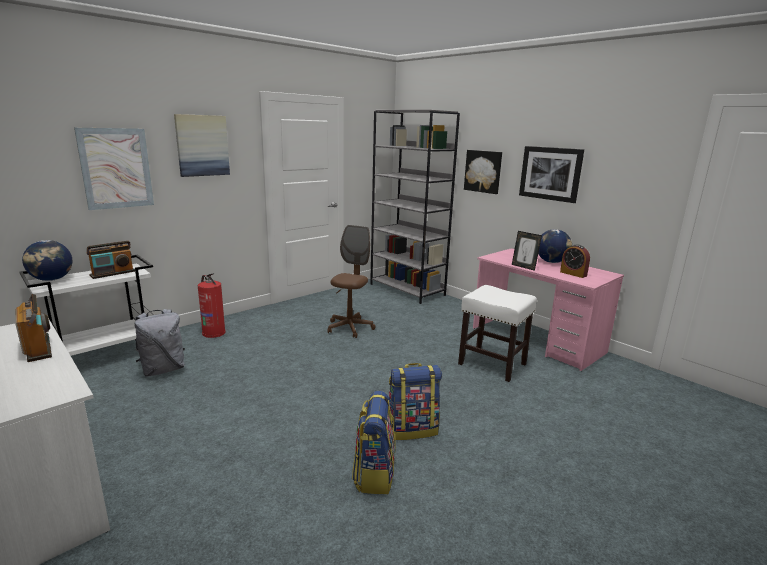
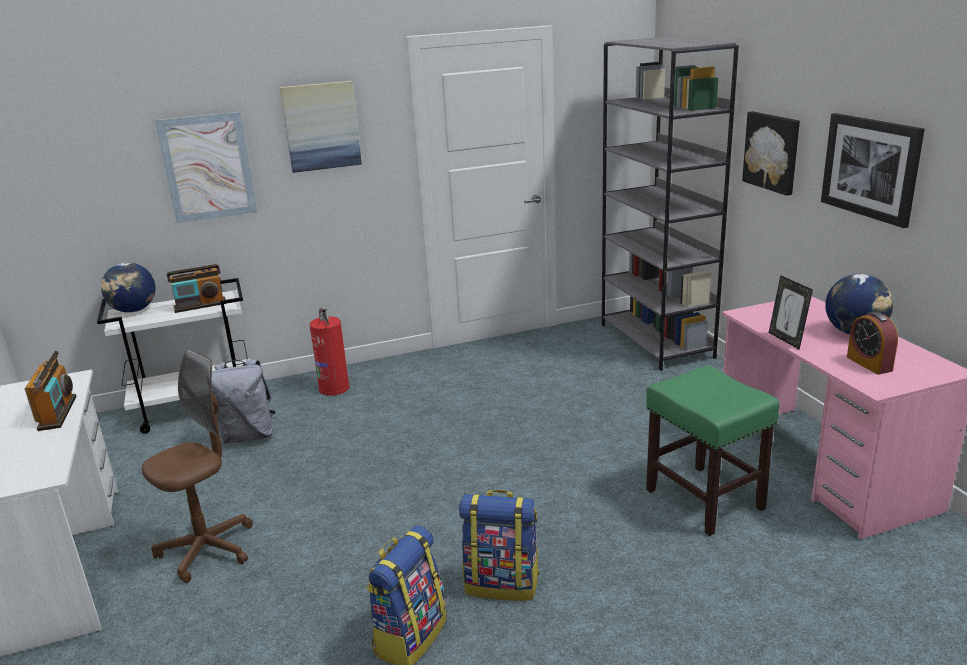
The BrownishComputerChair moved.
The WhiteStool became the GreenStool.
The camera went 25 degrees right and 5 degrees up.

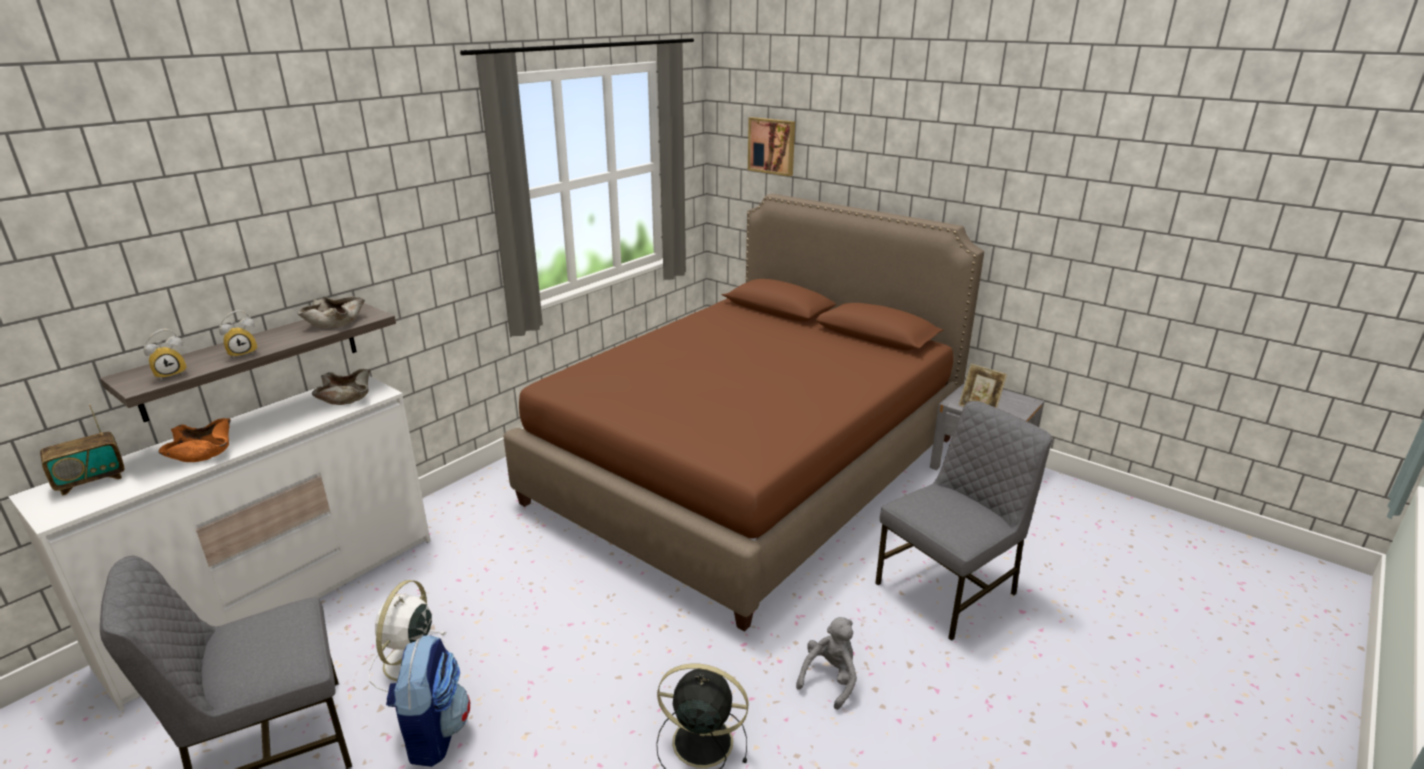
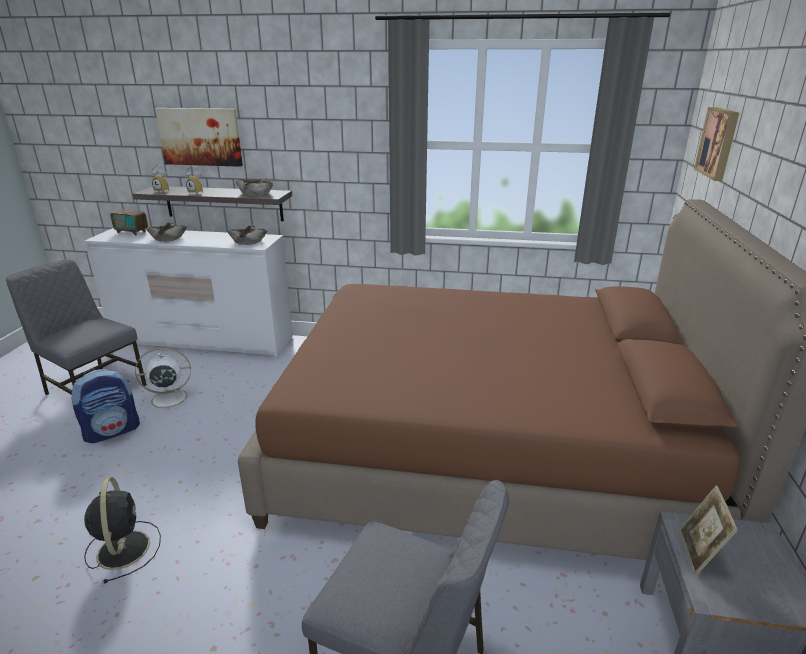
The GreyishPlushToy disappeared.
The WallPicture (1st from left) appeared.
The OrangeColouredBowl became the BeigeColouredBowl (1st from left).
The camera went 60 degrees right and 0 degrees up.

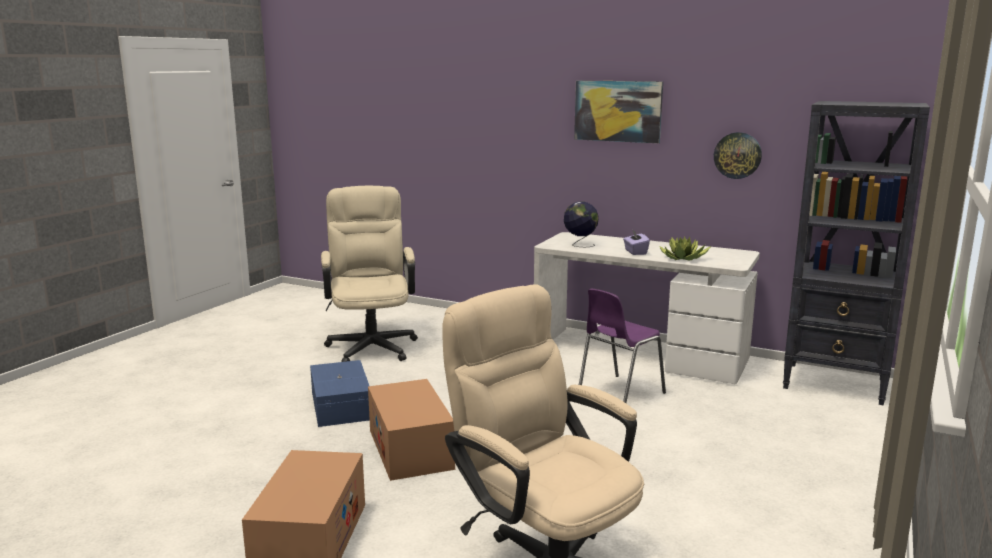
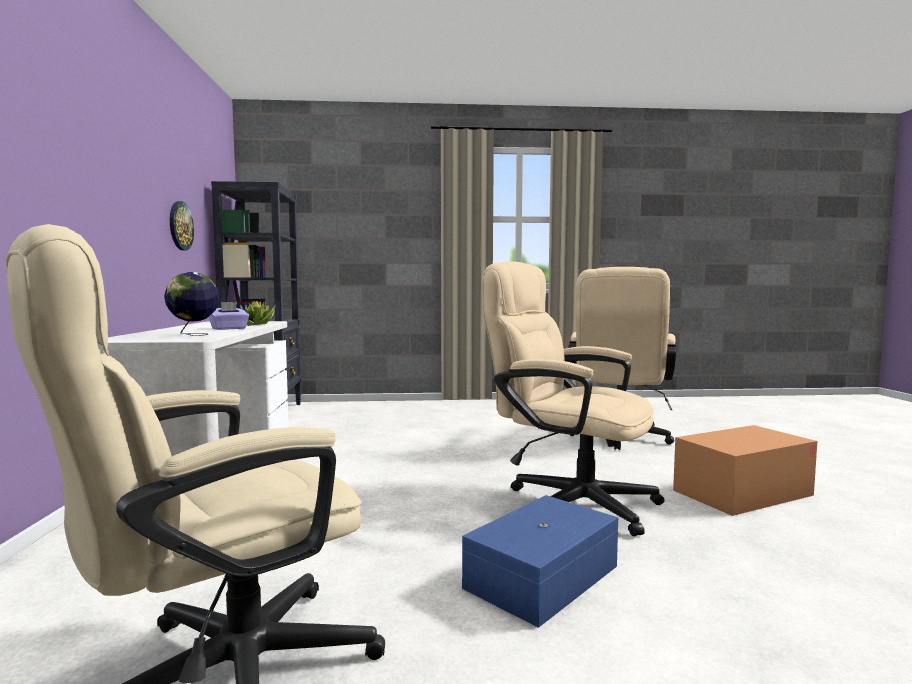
The WallPicture disappeared.
The PurplePlainChair disappeared.
The PackingBox (2nd from left) was replaced by the BeigeColouredComputerChair (2nd from left).
The camera went 120 degrees left and 10 degrees down.

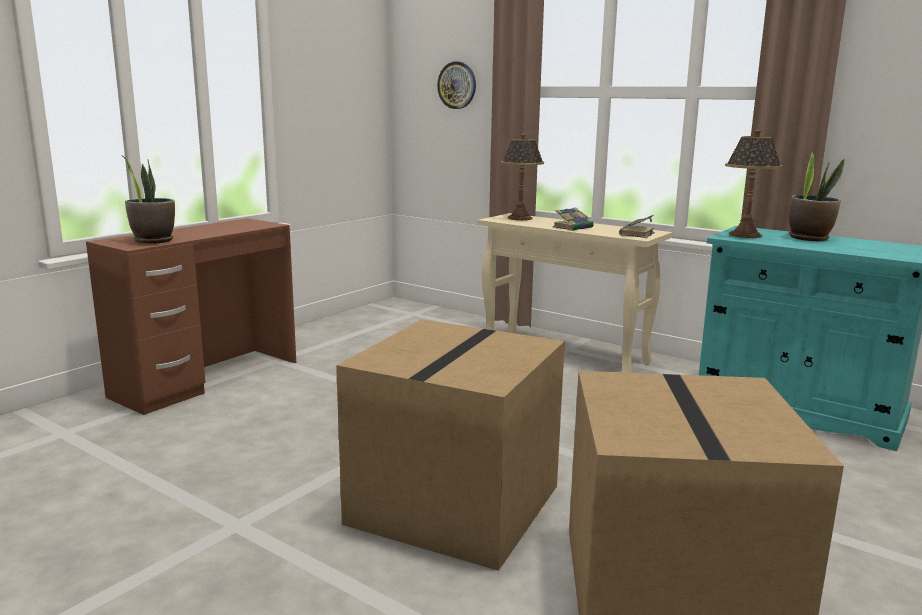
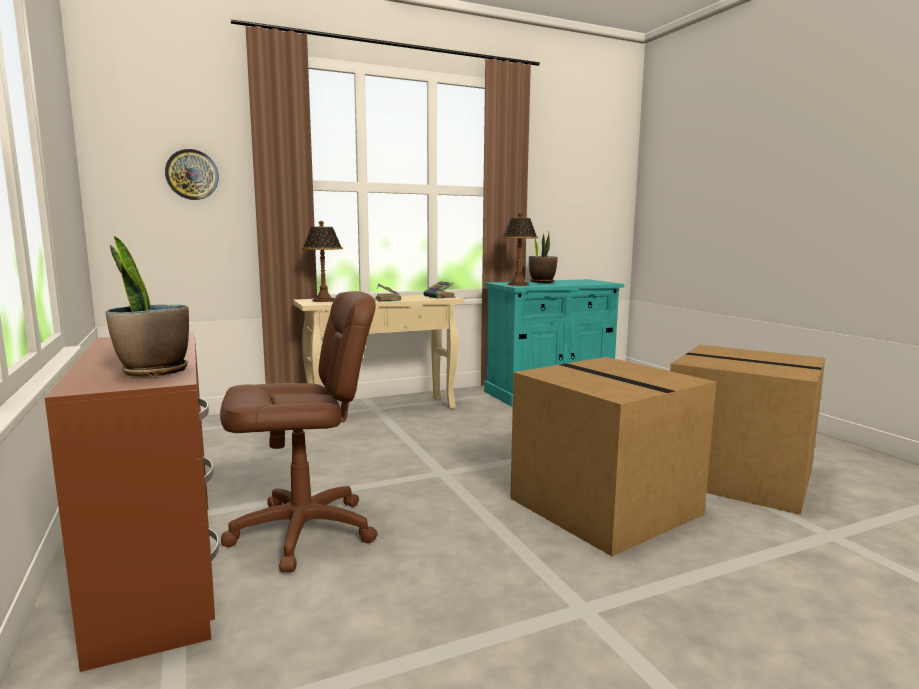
The BrownishComputerChair appeared.
The camera went 60 degrees left and 5 degrees down.

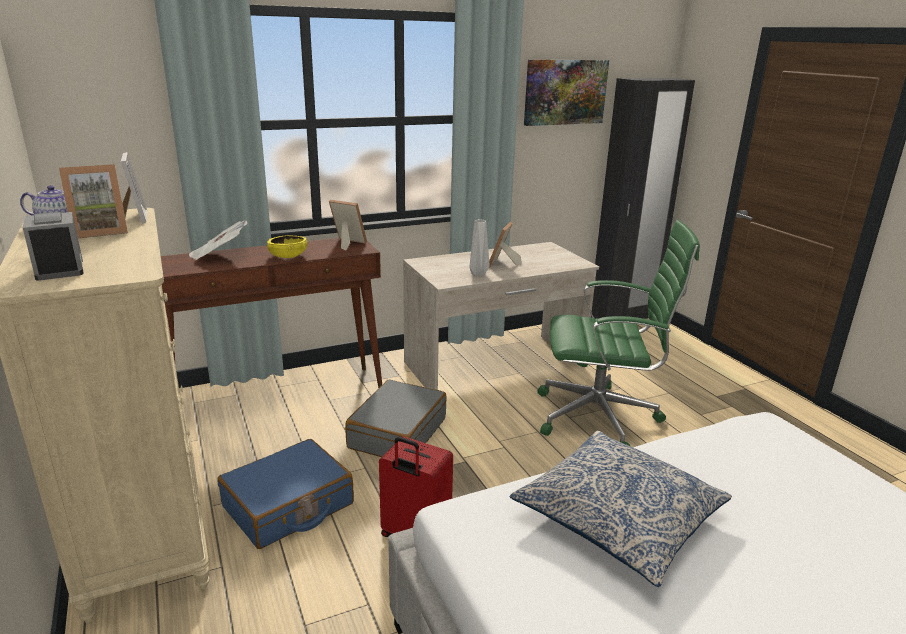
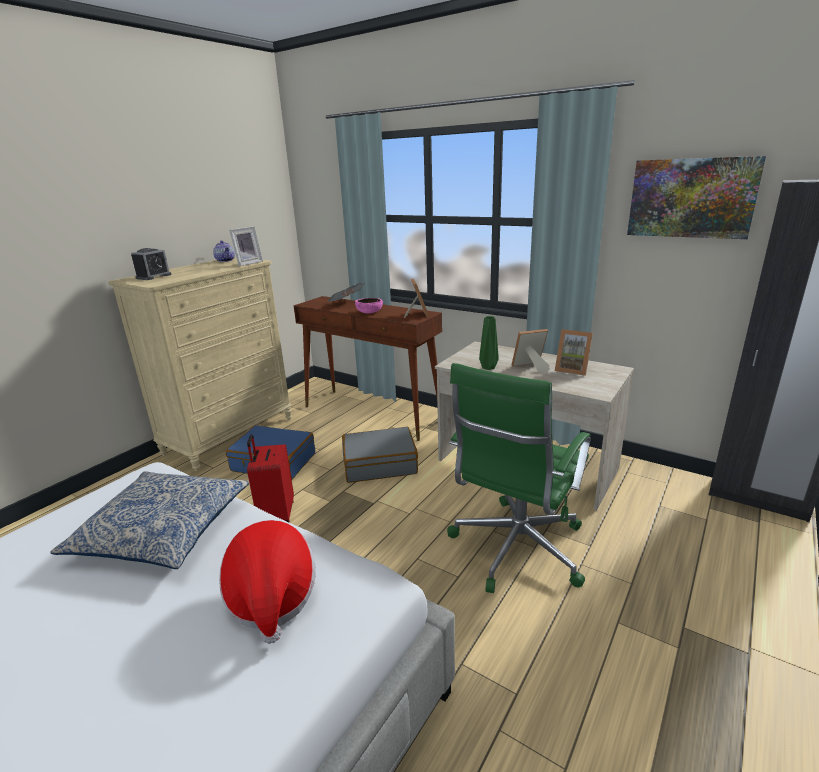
The ClothingHat appeared.
The PictureFrame (1st from left in the first image) moved.
The YellowBowl became the PinkColouredBowl.
The GreyishDecorativeVase became the GreenDecorativeVase.
The GreenComputerChair turned 60 degrees clockwise.
The camera went 60 degrees right and 0 degrees up.

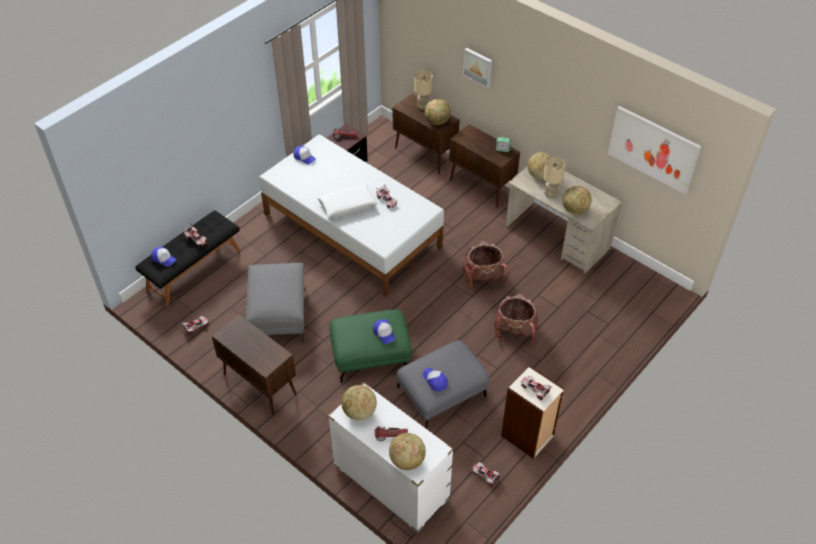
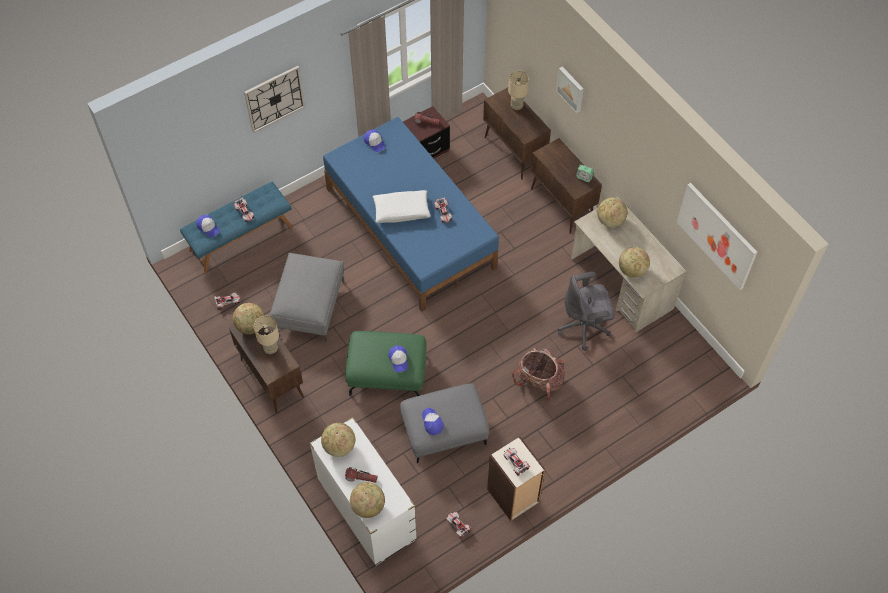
The Backpack (1st from left) disappeared.
The WallClock appeared.
The GreyishComputerChair appeared.
The DeskGlobe (3rd from left in the first image) moved.
The BeigeColouredLampForATable (2nd from left in the first image) moved.
The BlackLongSeat became the BlueColouredLongSeat.
The WhiteSleepingBed became the BlueColouredSleepingBed.
The camera went 15 degrees right and 10 degrees up.

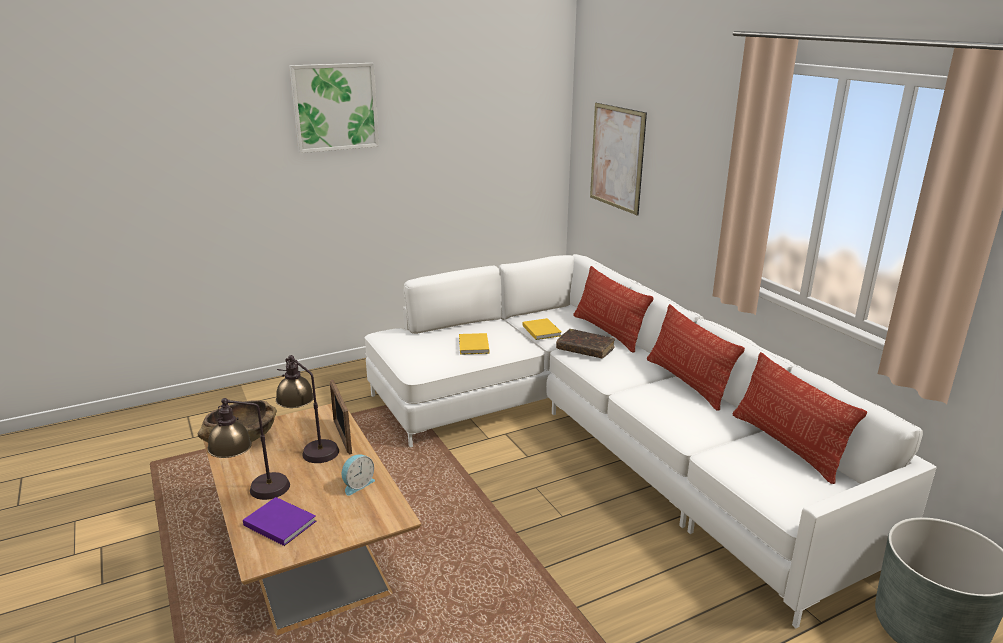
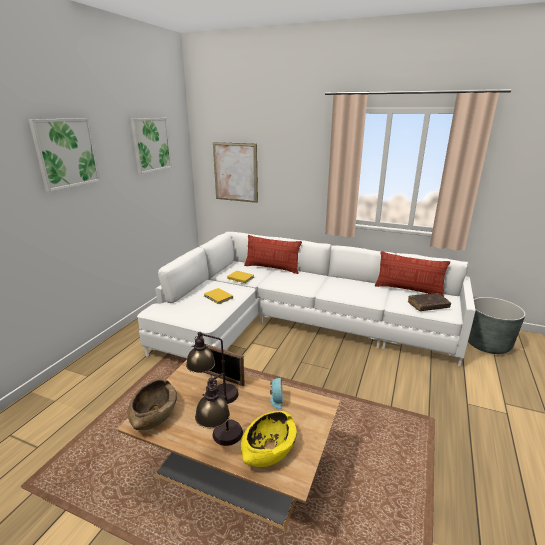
The Cushion (2nd from left) disappeared.
The WallPicture (2nd from left) appeared.
The BrownishBook moved.
The PurpleBook was replaced by the YellowBowl.
The camera went 40 degrees left and 0 degrees up.

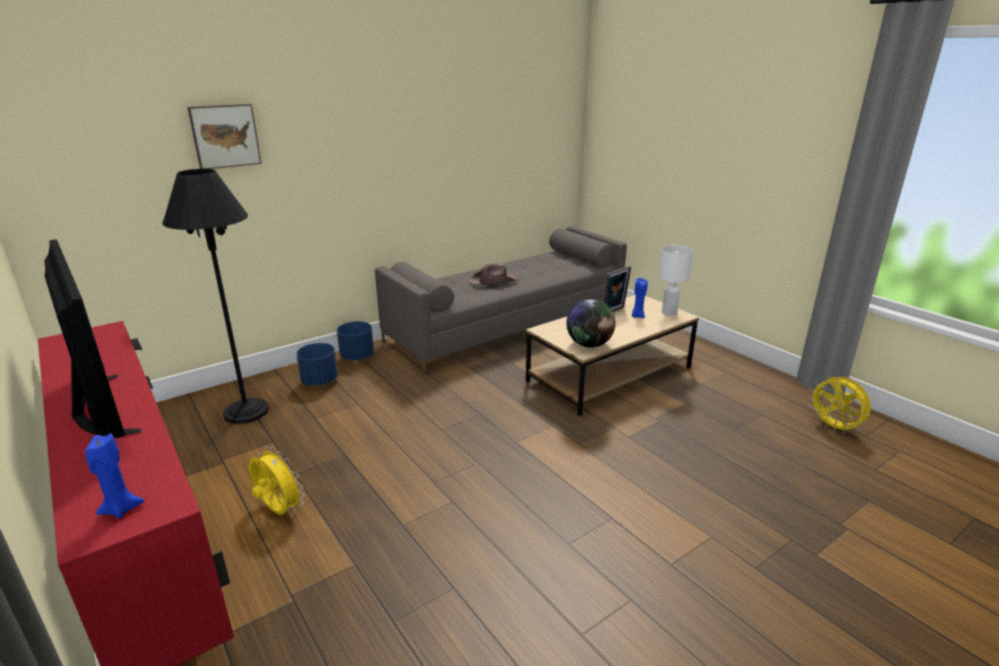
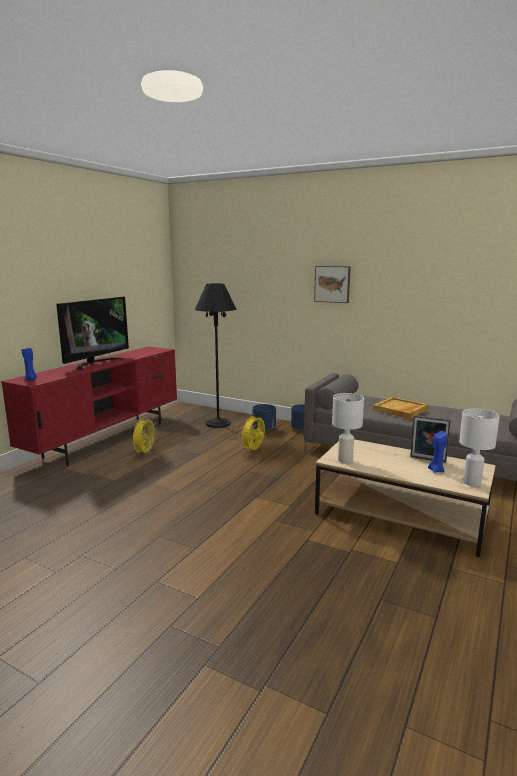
The WallPicture moved.
The YellowFan (2nd from left) moved.
The BrownishClothingHat was replaced by the BeigeColouredCarryingTray.
The DeskGlobe was replaced by the WhiteLampForATable (1st from left).
The camera went 65 degrees right and 10 degrees down.

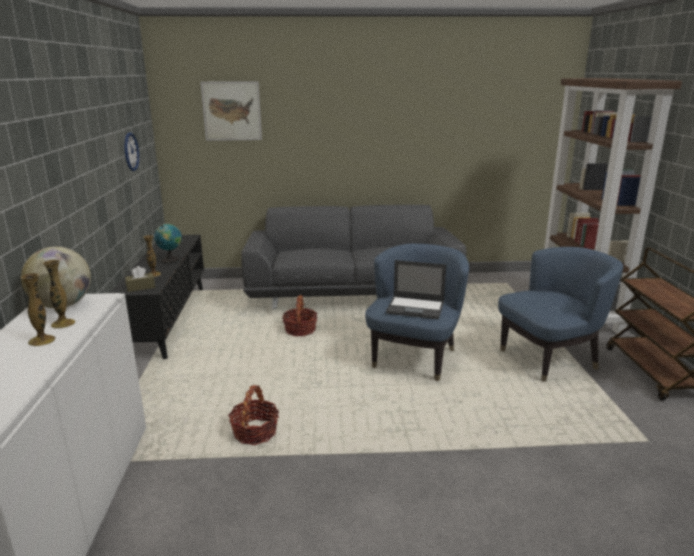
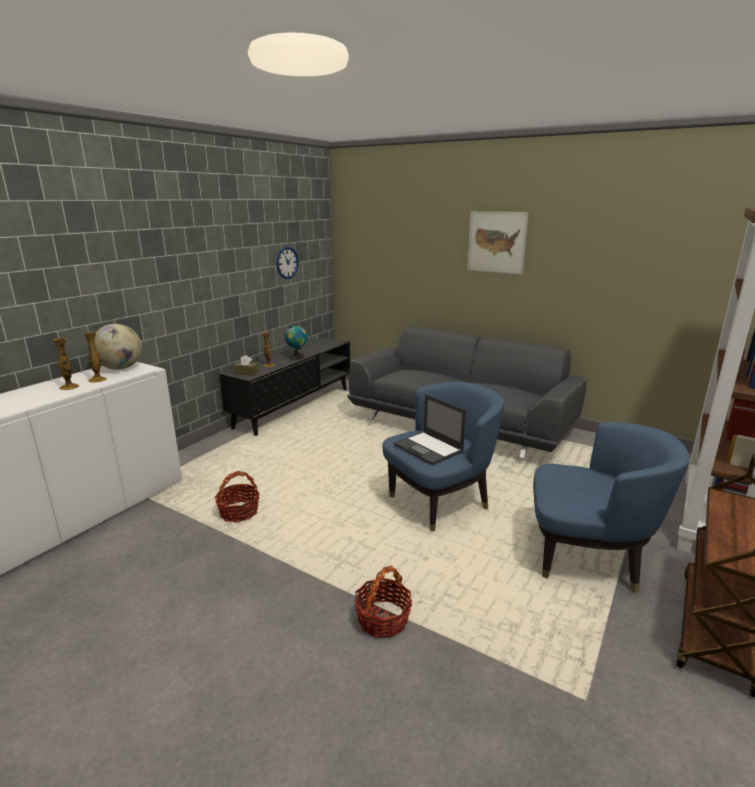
The WallPicture moved.
The Basket (2nd from left) moved.
The camera went 35 degrees right and 0 degrees up.

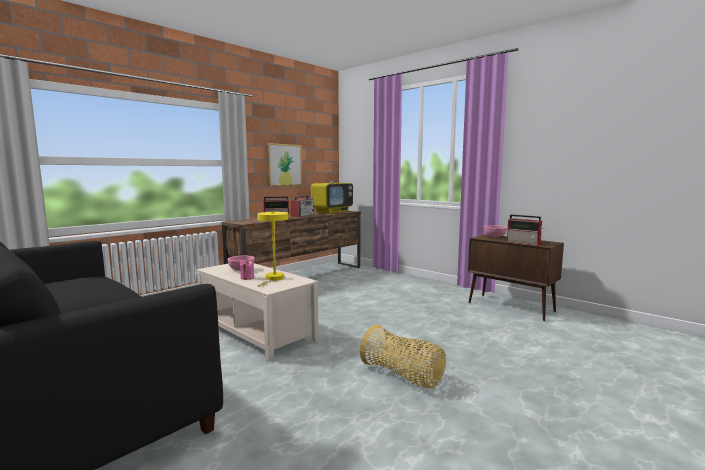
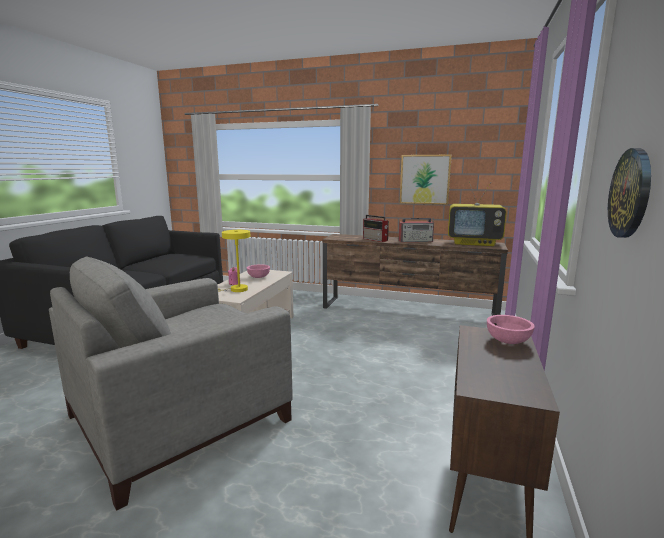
The RadioReceiver (3rd from left) disappeared.
The WallClock appeared.
The Basket was replaced by the GreyishArmchair.
The camera went 65 degrees right and 5 degrees up.

